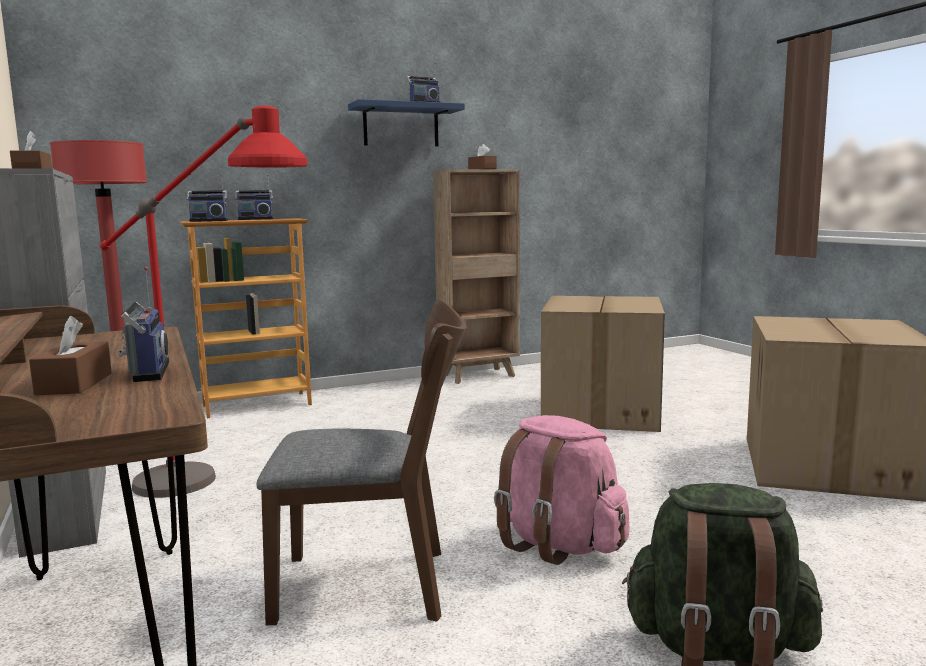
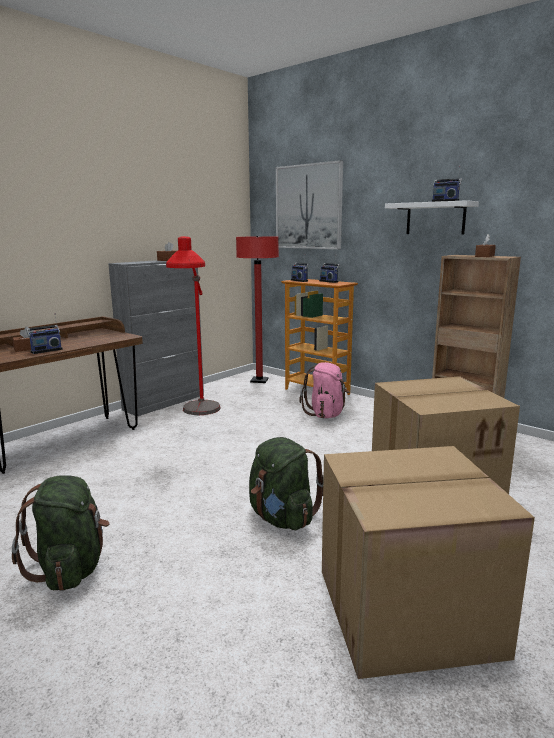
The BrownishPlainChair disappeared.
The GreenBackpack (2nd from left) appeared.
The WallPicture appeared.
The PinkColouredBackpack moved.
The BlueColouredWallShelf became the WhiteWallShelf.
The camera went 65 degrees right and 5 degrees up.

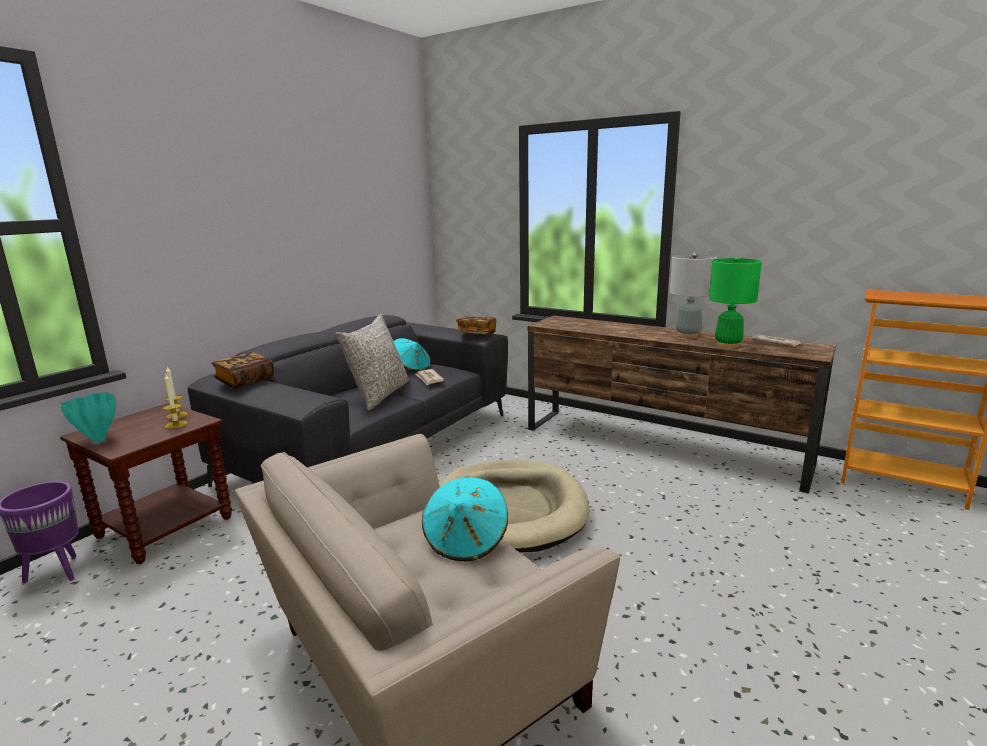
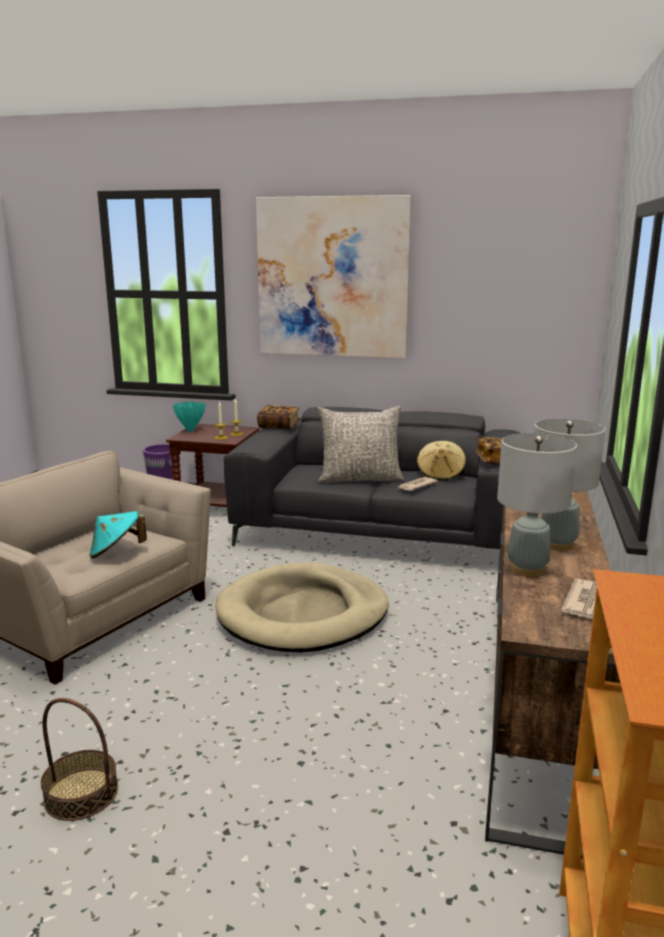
The Basket appeared.
The WallPicture appeared.
The TurquoiseClothingHat (1st from left) became the BeigeColouredClothingHat.
The GreenLampForATable became the GreyishLampForATable (1st from left).
The camera went 70 degrees right and 0 degrees up.

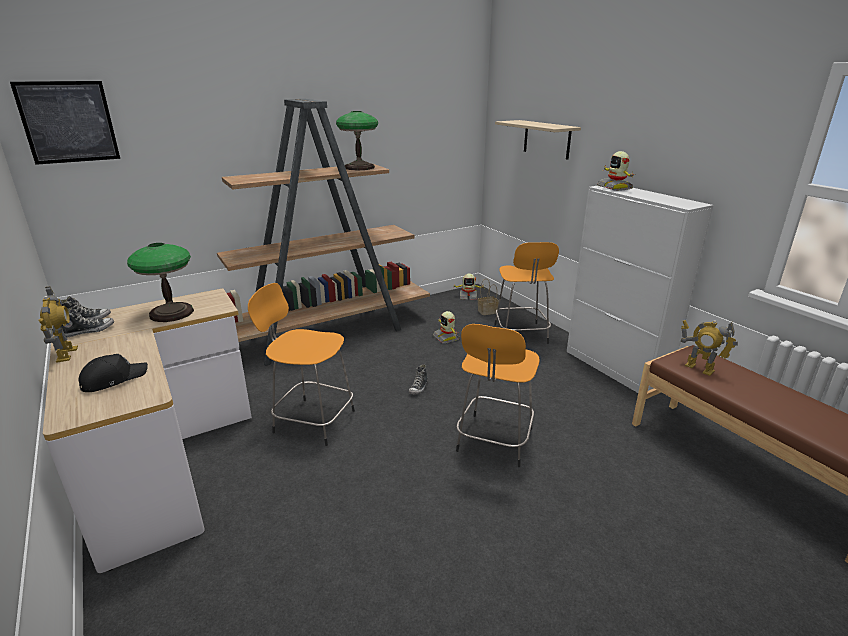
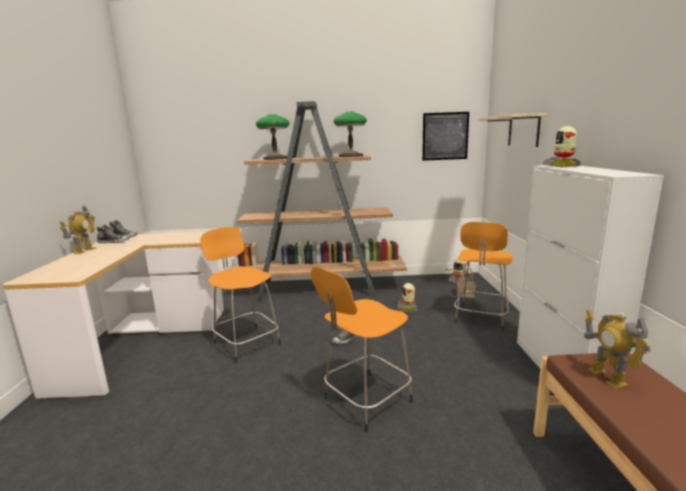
The BlackCap disappeared.
The WallPicture moved.
The LampForATable (1st from left) moved.
The camera went 30 degrees right and 10 degrees down.

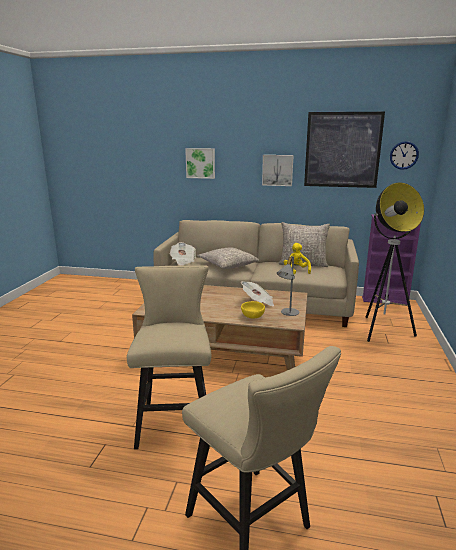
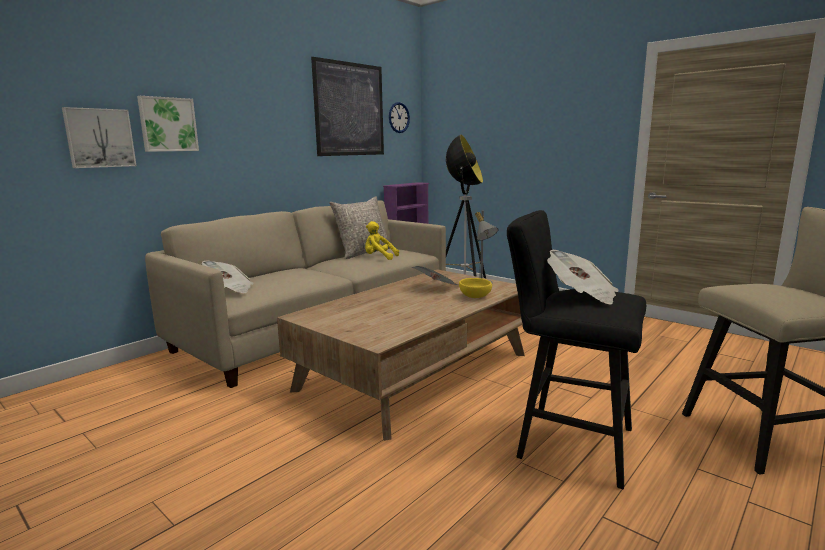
The GreyishCushion (1st from left) disappeared.
The DailyPaper (3rd from left) appeared.
The WallPicture (2nd from left in the first image) moved.
The BeigeColouredStool (1st from left) became the BlackStool.
The camera went 60 degrees left and 5 degrees down.

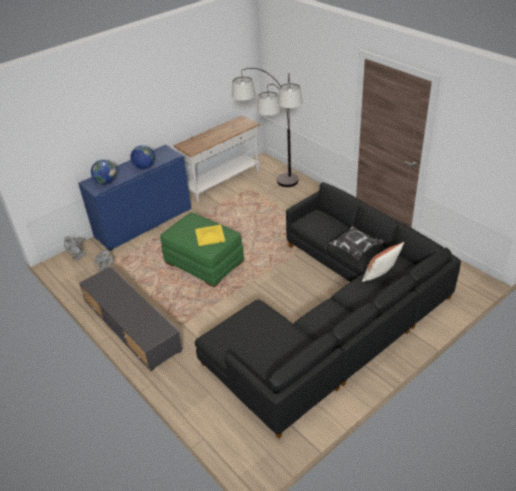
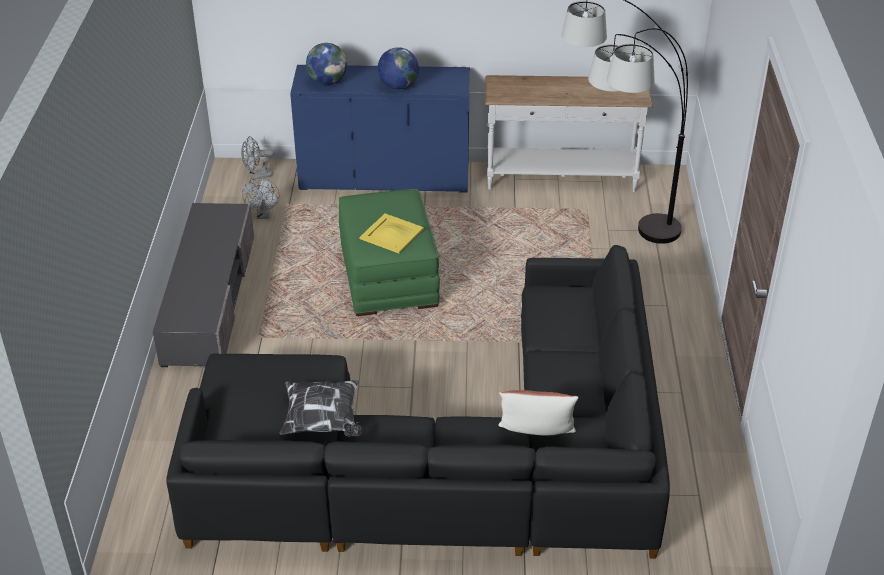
The Cushion (1st from left) moved.
The camera went 40 degrees right and 0 degrees up.

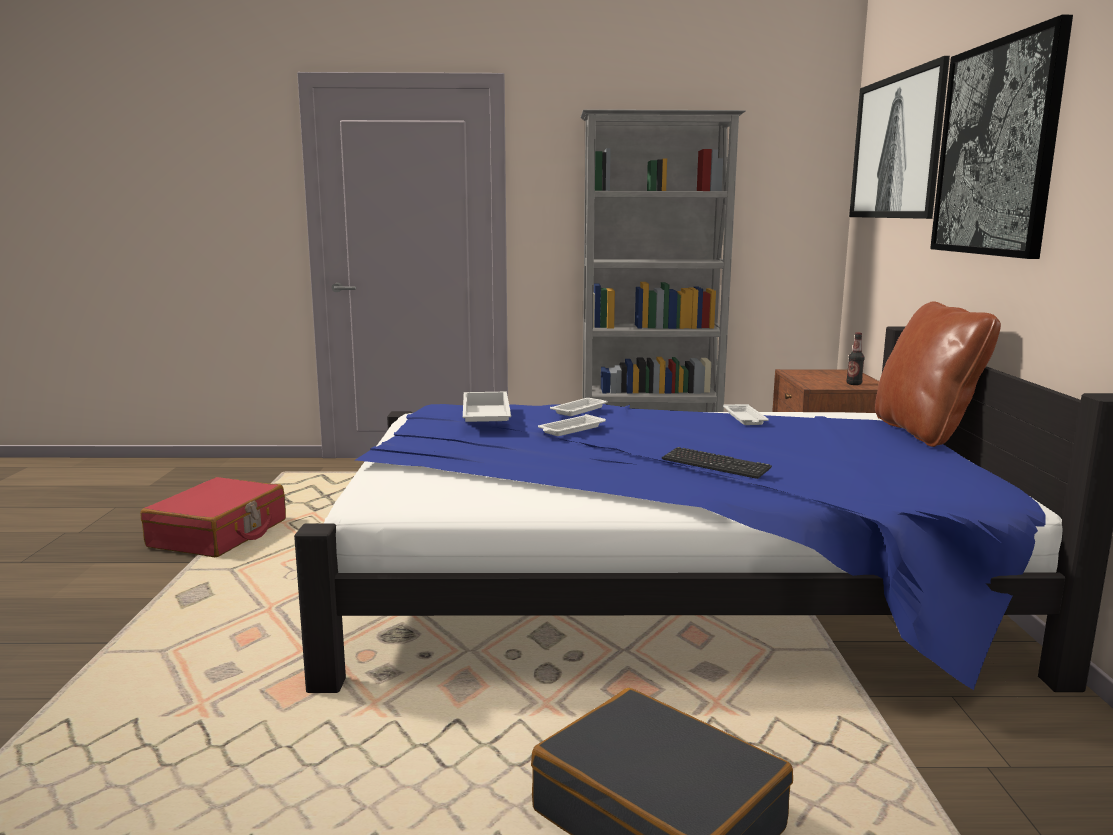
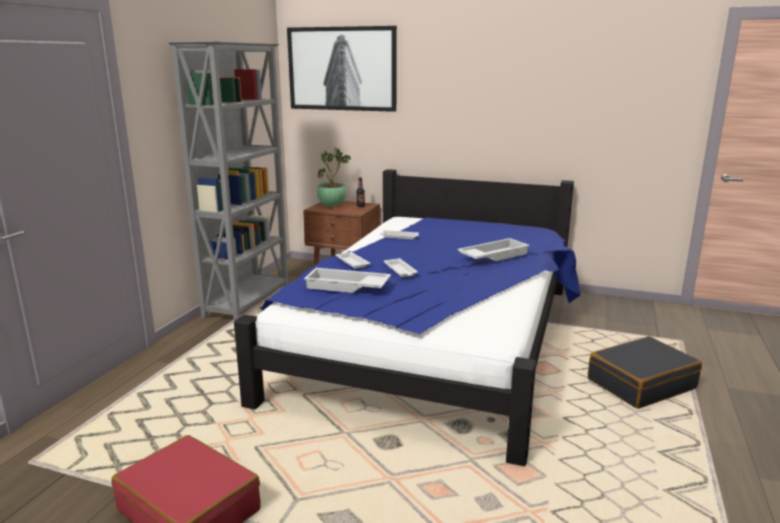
The BrownishCushion disappeared.
The WallPicture (2nd from left) disappeared.
The PlantInAPot appeared.
The ComputerKeyboard was replaced by the WhiteCarryingTray (5th from left).
The camera went 70 degrees left and 5 degrees up.

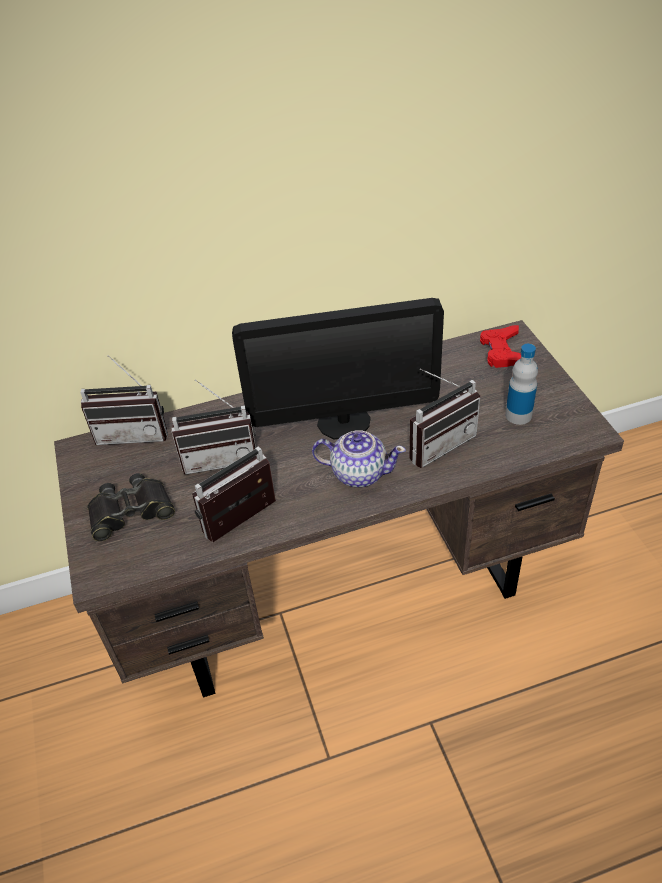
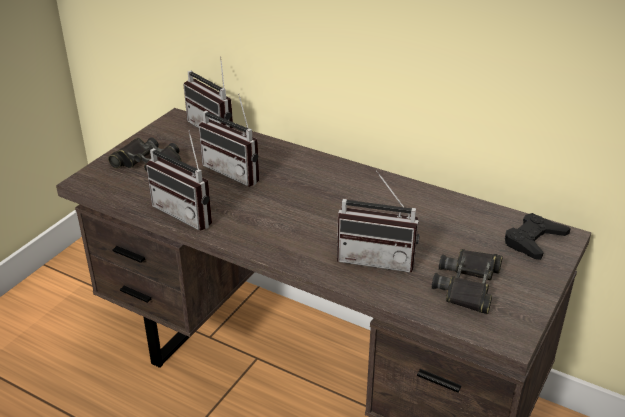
The ComputerDisplay disappeared.
The PotForTea disappeared.
The DrinkBottle was replaced by the BlackPairOfBinoculars (2nd from left).
The RedGameController became the BlackGameController.
The RadioReceiver (3rd from left in the first image) turned 150 degrees counterclockwise.
The camera went 45 degrees right and 10 degrees down.

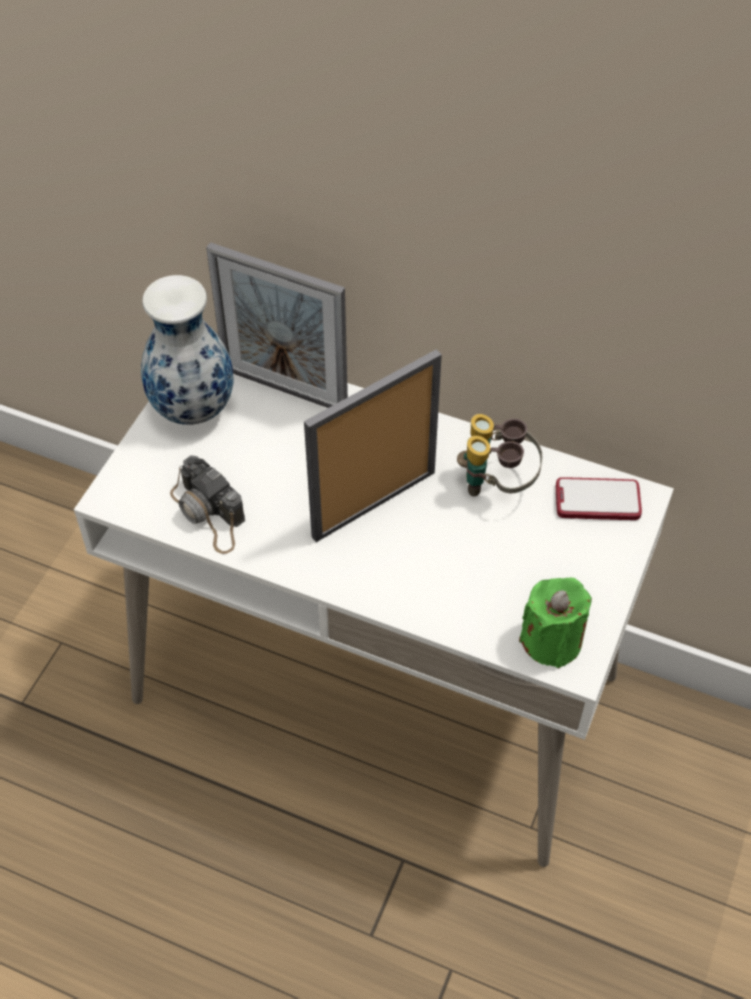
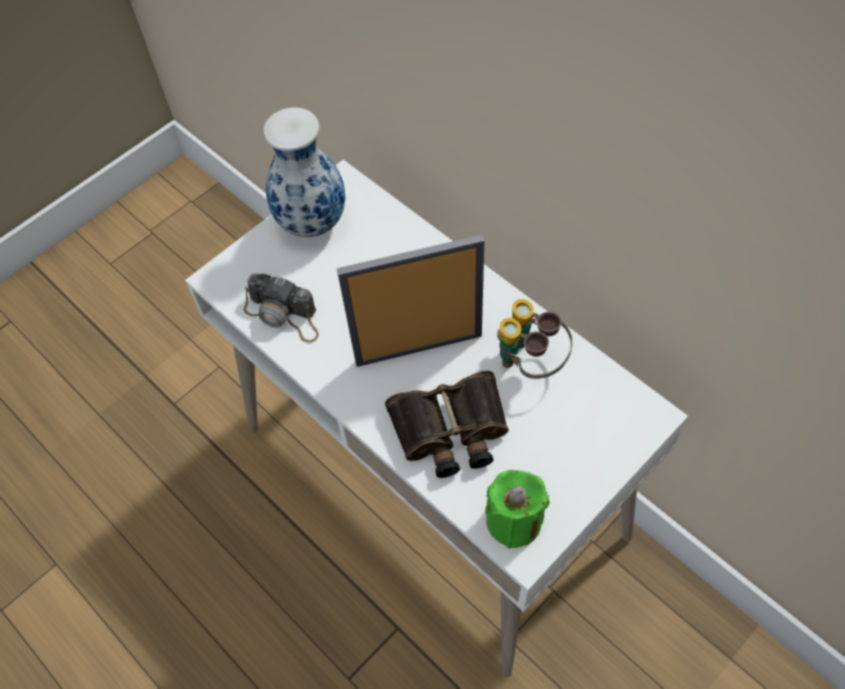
The PictureFrame (1st from left) disappeared.
The Phone disappeared.
The PairOfBinoculars (1st from left) appeared.
The PhotoCamera turned 45 degrees counterclockwise.
The camera went 25 degrees right and 5 degrees up.

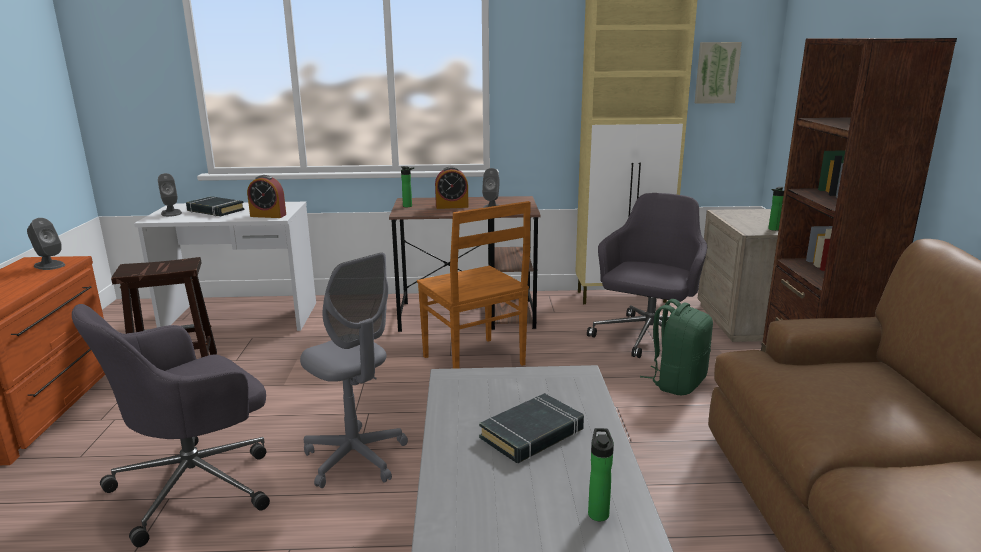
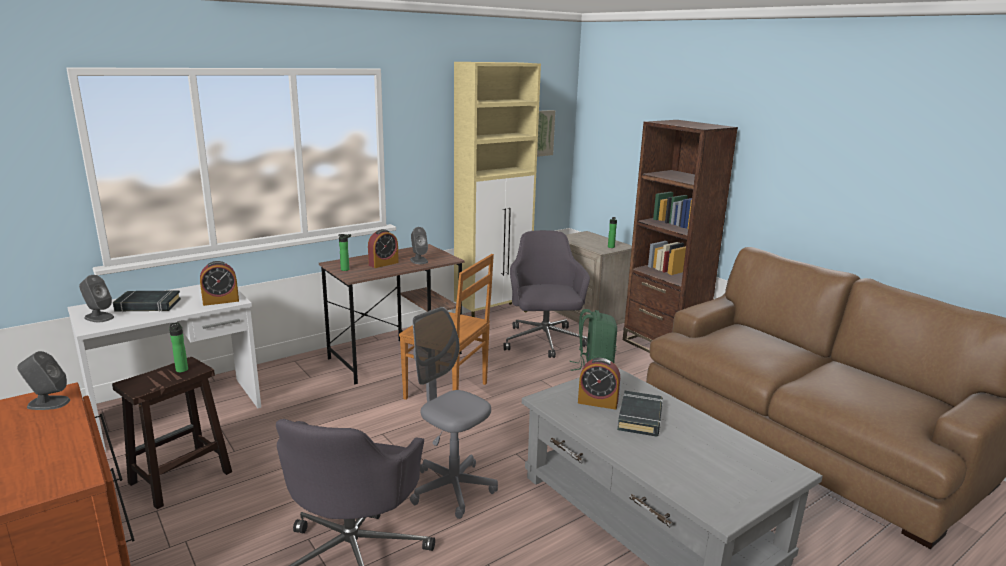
The TableClock (3rd from left) appeared.
The DrinkBottle (2nd from left in the first image) moved.
The GreyishComputerChair (2nd from left) turned 150 degrees counterclockwise.
The camera went 35 degrees left and 0 degrees up.

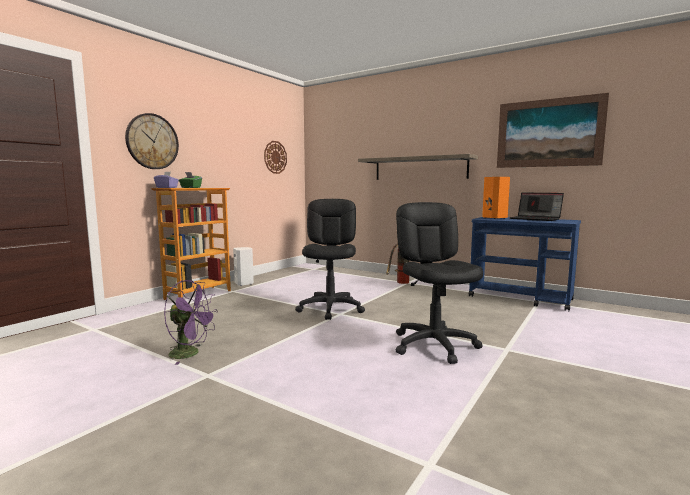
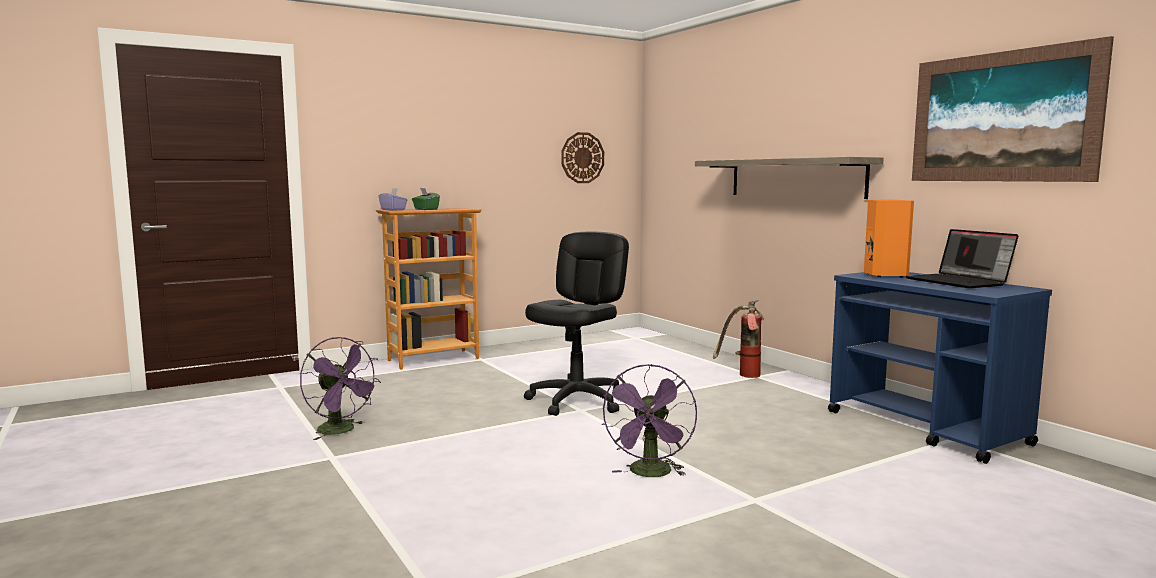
The WallClock (1st from left) disappeared.
The WhiteAudioSpeaker disappeared.
The BlackComputerChair (2nd from left) was replaced by the PurpleFan (2nd from left).
The camera went 25 degrees right and 0 degrees up.

